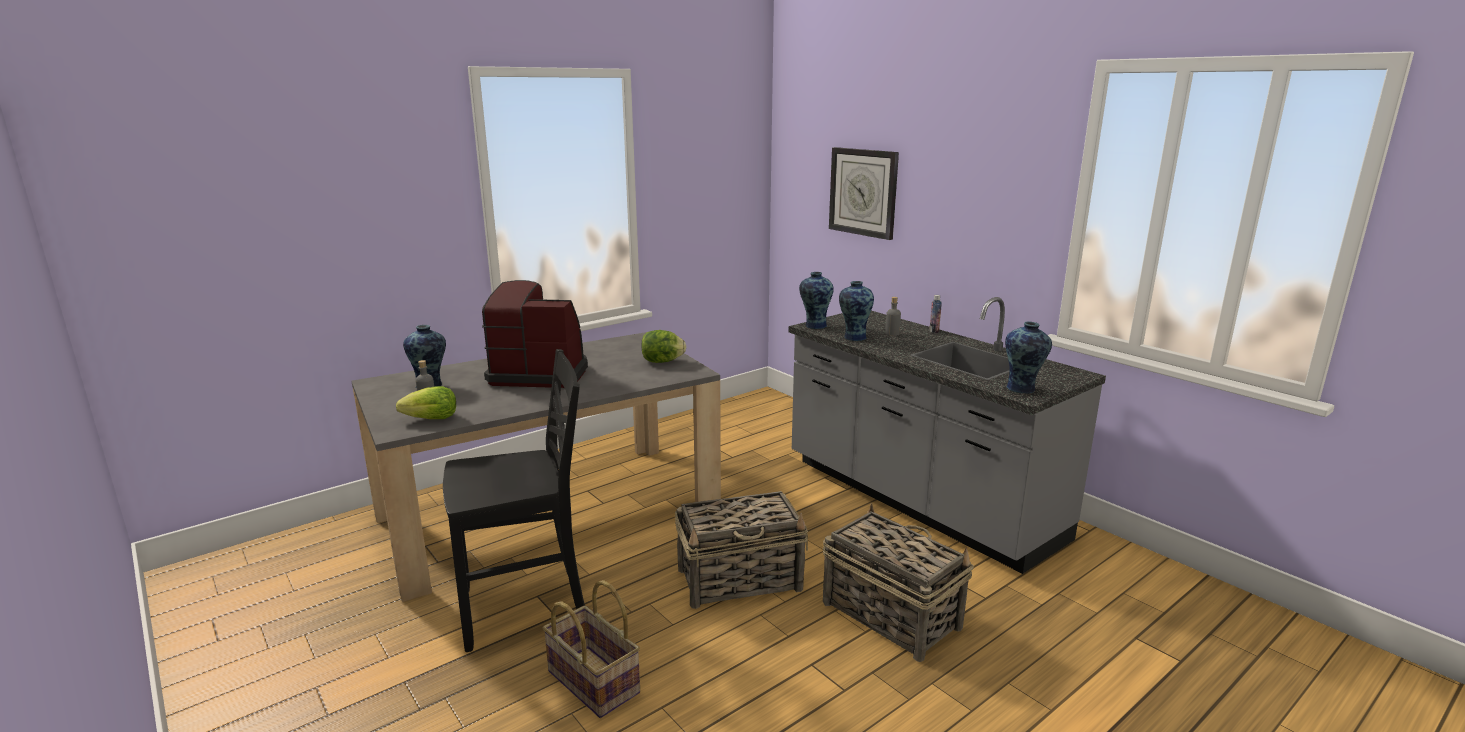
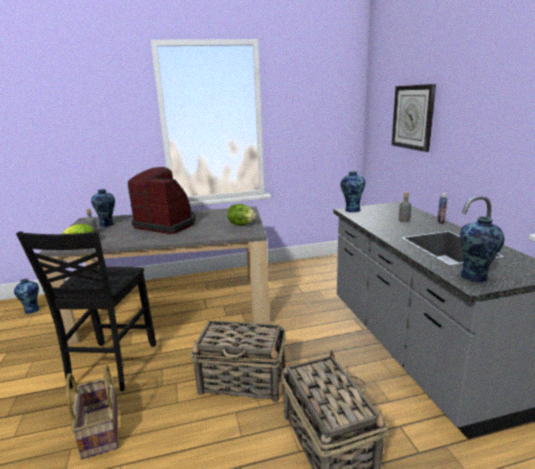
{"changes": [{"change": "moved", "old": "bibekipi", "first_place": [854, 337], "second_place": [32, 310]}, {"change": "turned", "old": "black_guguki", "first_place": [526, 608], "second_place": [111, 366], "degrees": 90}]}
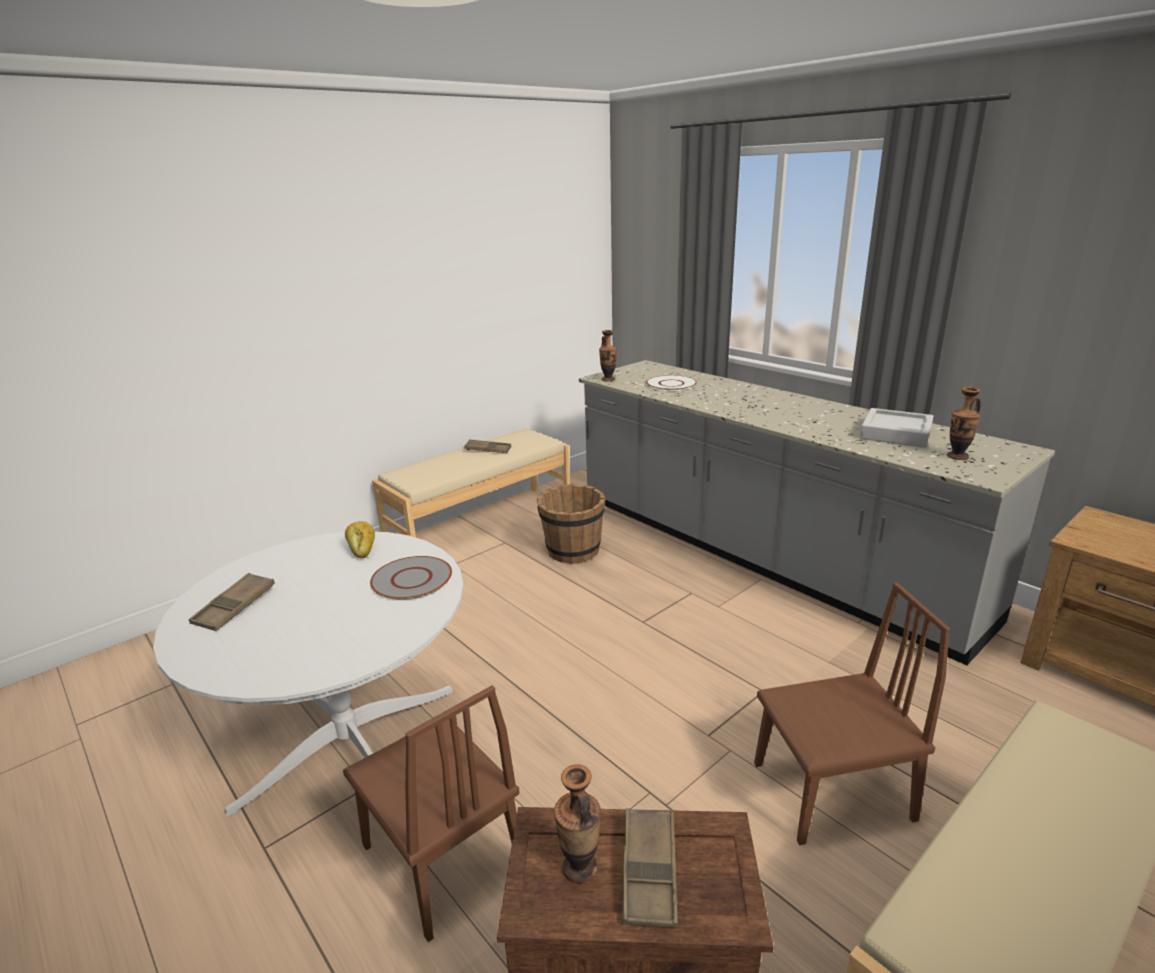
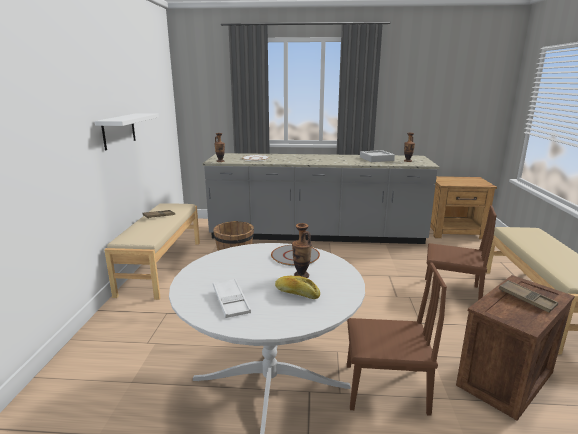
{"changes": [{"change": "added", "new": "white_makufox", "second_place": [119, 131]}, {"change": "moved", "old": "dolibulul", "first_place": [362, 546], "second_place": [297, 293]}, {"change": "moved", "old": "bibekipi", "first_place": [579, 868], "second_place": [301, 275]}, {"change": "recoloured", "old": "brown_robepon", "new": "white_robepon", "first_place": [235, 606], "second_place": [231, 301]}, {"change": "turned", "old": "brown_guguki", "first_place": [831, 791], "second_place": [451, 292], "degrees": 75}]}
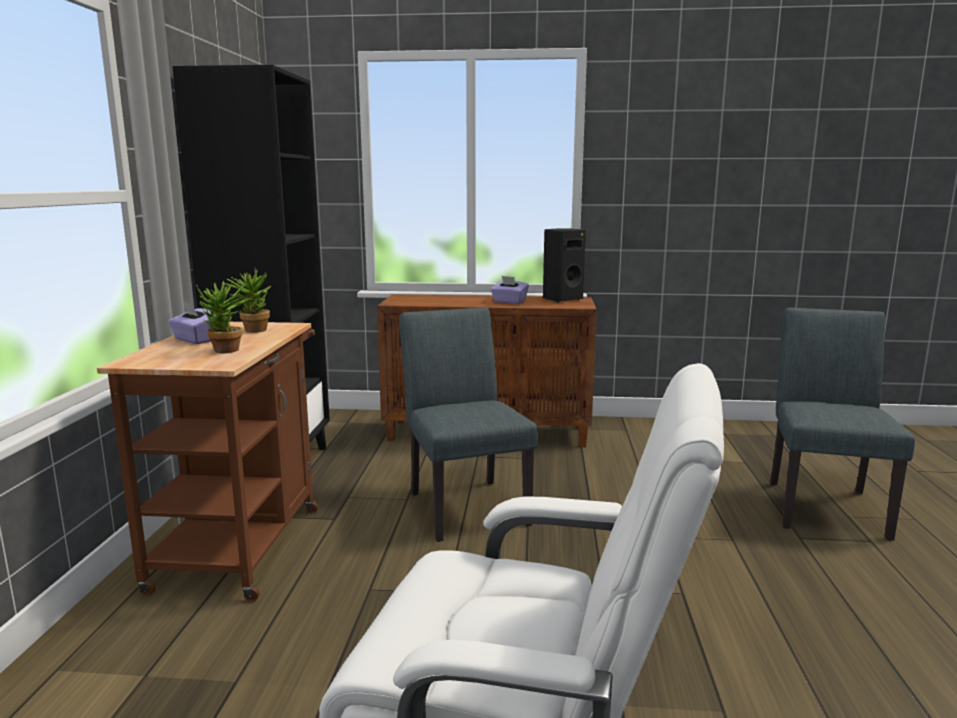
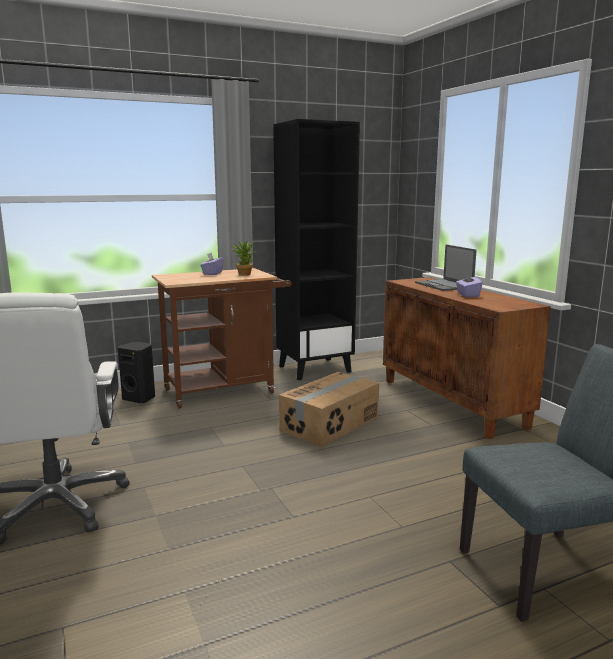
{"changes": [{"change": "removed", "old": "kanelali", "first_place": [225, 351]}, {"change": "added", "new": "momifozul", "second_place": [444, 285]}, {"change": "moved", "old": "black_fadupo", "first_place": [561, 299], "second_place": [140, 398]}, {"change": "replaced", "old": "grey_guguki", "new": "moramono", "first_place": [464, 504], "second_place": [330, 424]}]}
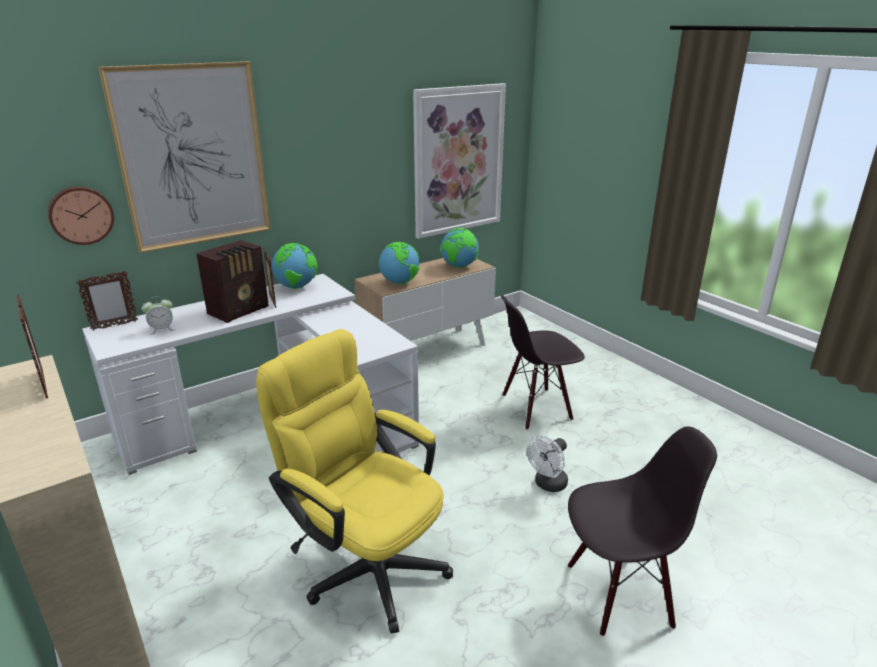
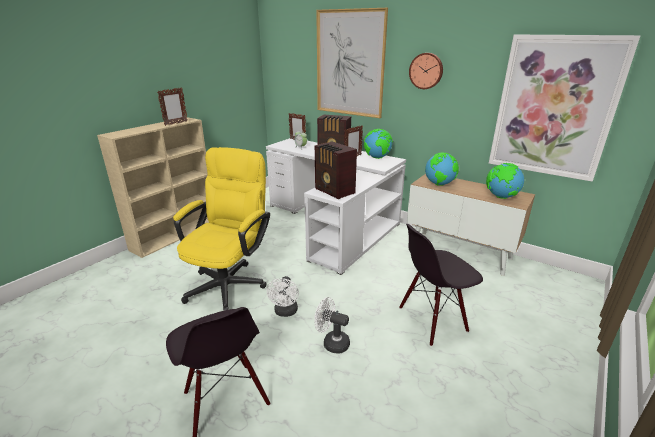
{"changes": [{"change": "added", "new": "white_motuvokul", "second_place": [285, 312]}, {"change": "added", "new": "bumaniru", "second_place": [334, 191]}, {"change": "moved", "old": "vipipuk", "first_place": [81, 215], "second_place": [426, 71]}, {"change": "turned", "old": "black_guguki", "first_place": [536, 408], "second_place": [432, 320], "degrees": -75}]}
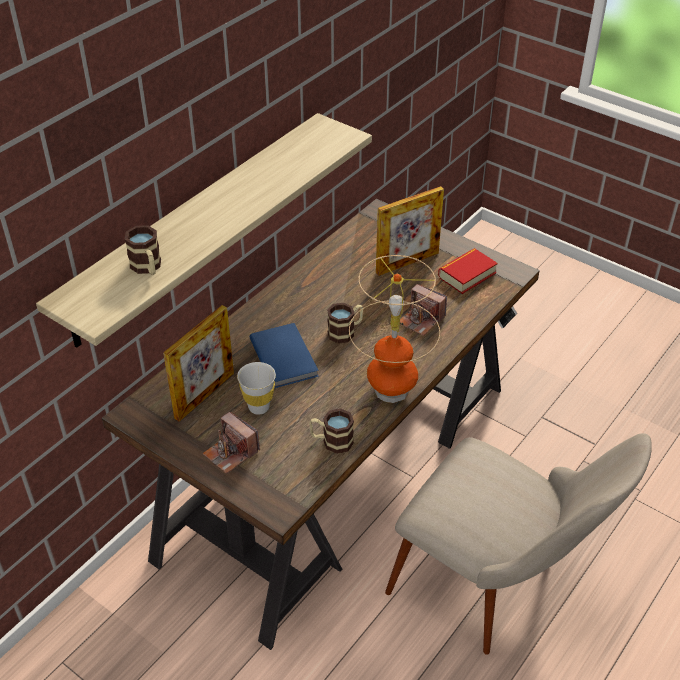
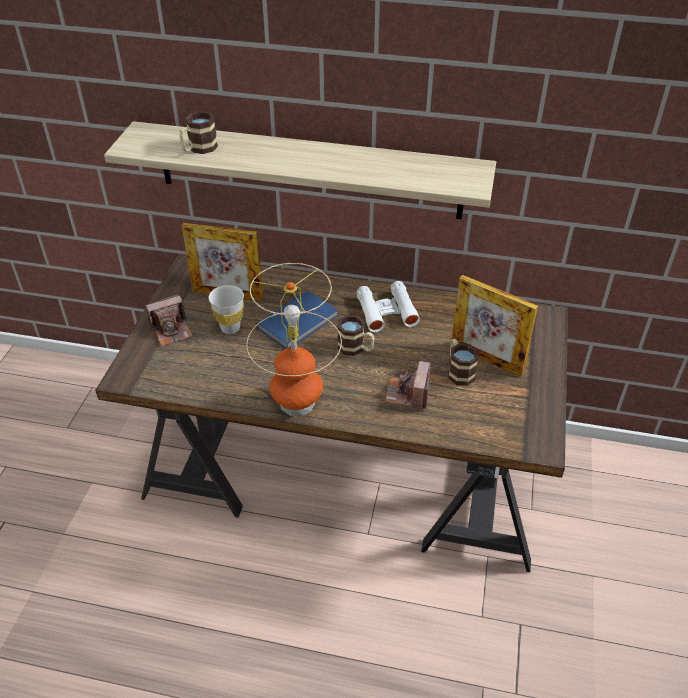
{"changes": [{"change": "removed", "old": "beige_guguki", "first_place": [496, 589]}, {"change": "removed", "old": "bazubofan", "first_place": [467, 275]}, {"change": "added", "new": "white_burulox", "second_place": [386, 312]}, {"change": "moved", "old": "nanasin", "first_place": [331, 441], "second_place": [458, 371]}, {"change": "turned", "old": "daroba", "first_place": [231, 453], "second_place": [172, 330], "degrees": -135}]}
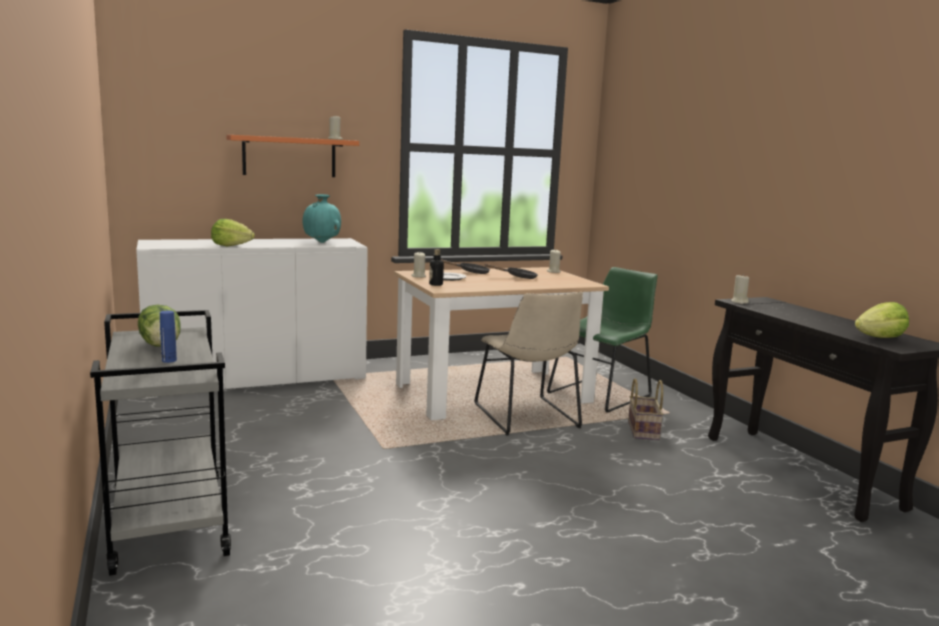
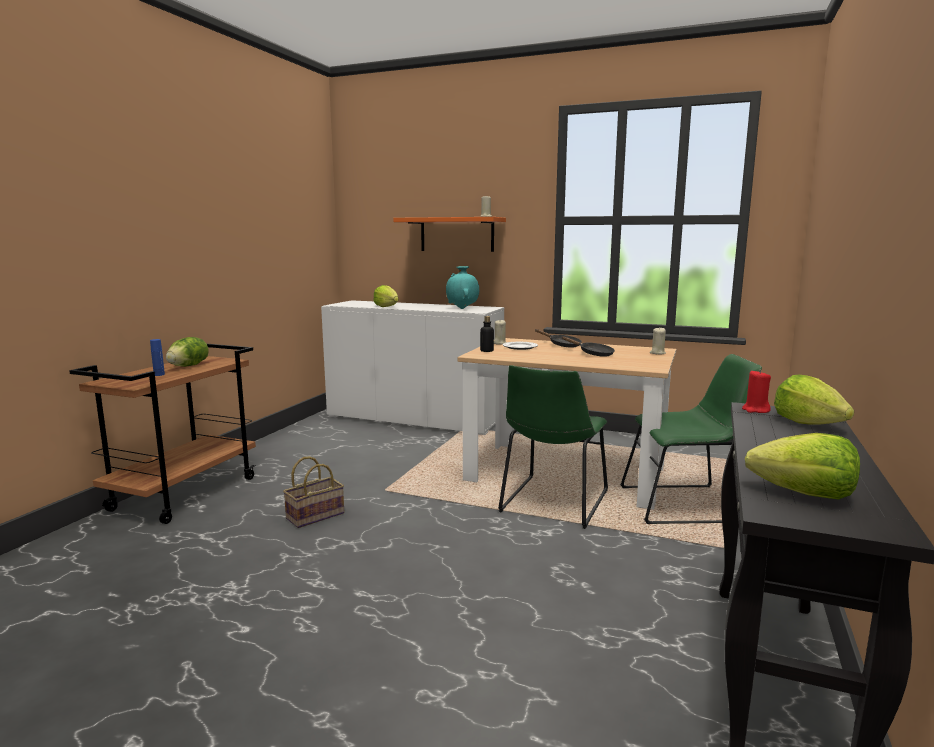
{"changes": [{"change": "added", "new": "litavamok", "second_place": [808, 423]}, {"change": "moved", "old": "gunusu", "first_place": [642, 430], "second_place": [316, 515]}, {"change": "recoloured", "old": "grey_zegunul", "new": "brown_zegunul", "first_place": [168, 523], "second_place": [185, 493]}, {"change": "recoloured", "old": "beige_guguki", "new": "green_guguki", "first_place": [527, 417], "second_place": [553, 503]}, {"change": "recoloured", "old": "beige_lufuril", "new": "red_lufuril", "first_place": [739, 302], "second_place": [755, 410]}]}
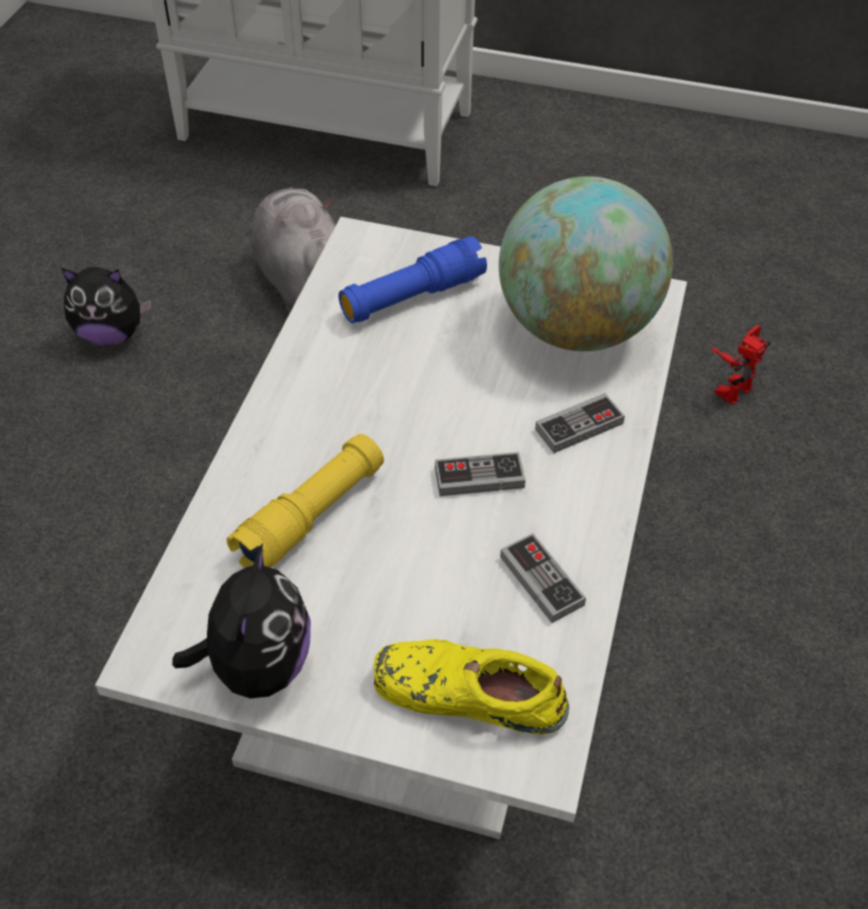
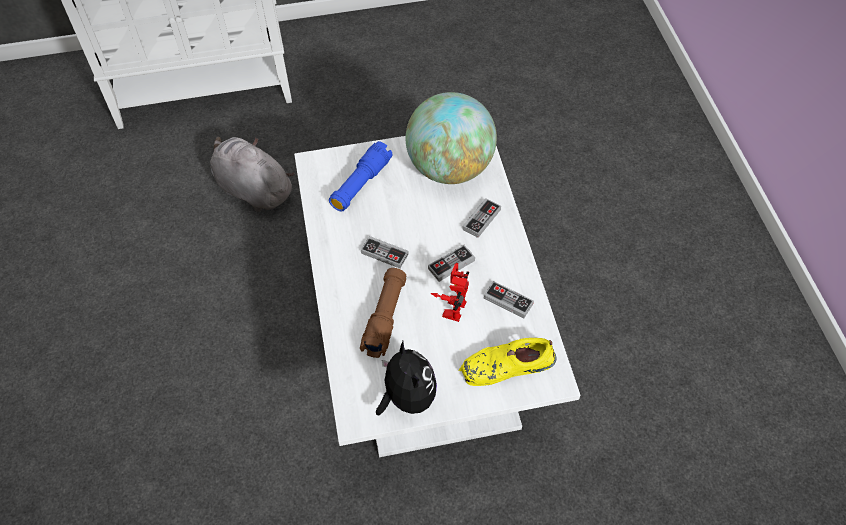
{"changes": [{"change": "removed", "old": "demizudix", "first_place": [111, 334]}, {"change": "added", "new": "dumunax", "second_place": [384, 254]}, {"change": "moved", "old": "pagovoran", "first_place": [731, 386], "second_place": [451, 306]}, {"change": "recoloured", "old": "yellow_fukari", "new": "brown_fukari", "first_place": [311, 516], "second_place": [385, 318]}]}
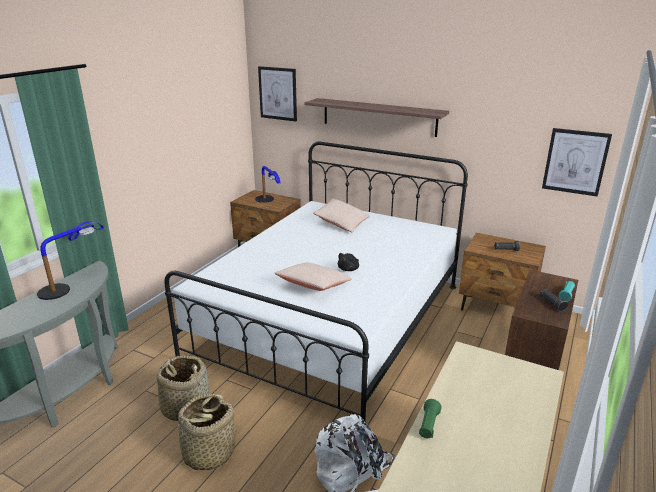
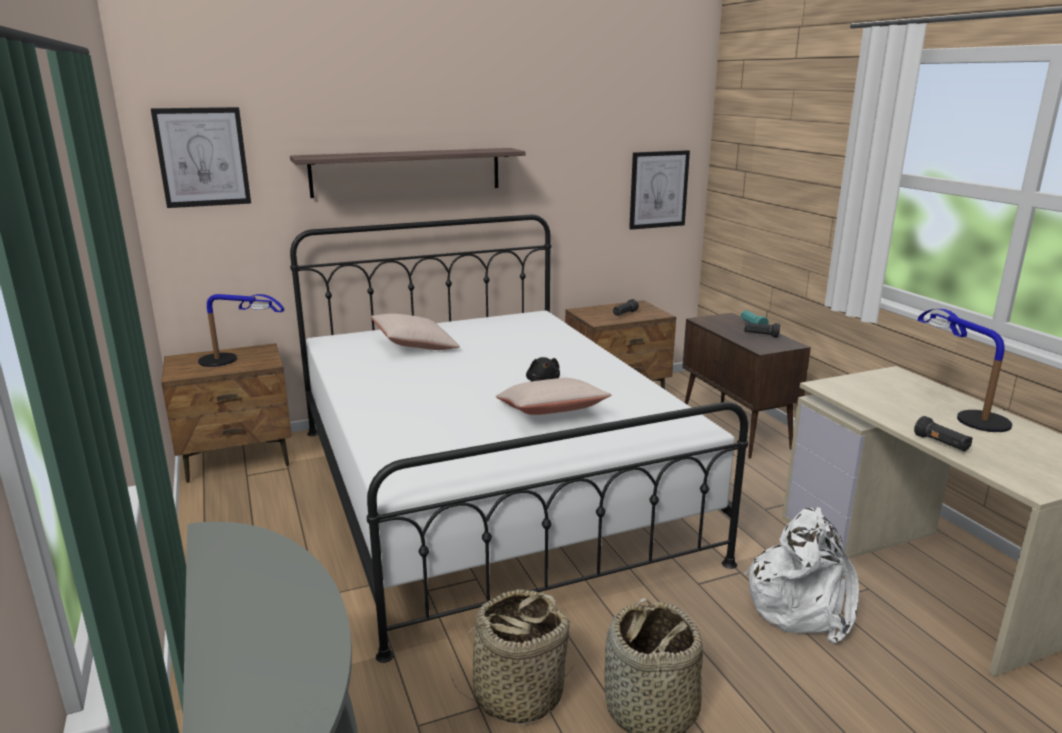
{"changes": [{"change": "moved", "old": "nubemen", "first_place": [69, 285], "second_place": [963, 411]}, {"change": "recoloured", "old": "green_fukari", "new": "black_fukari", "first_place": [428, 425], "second_place": [941, 444]}]}
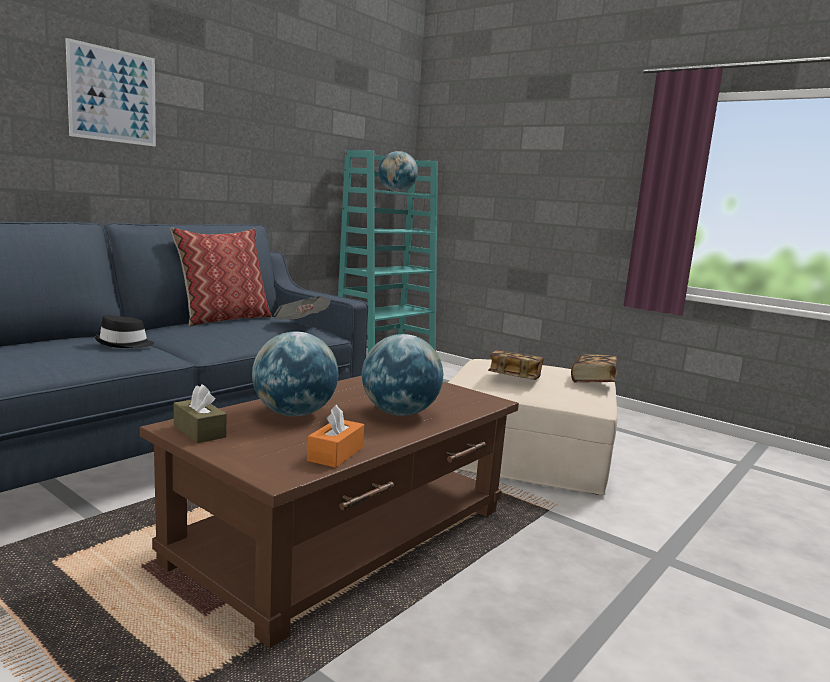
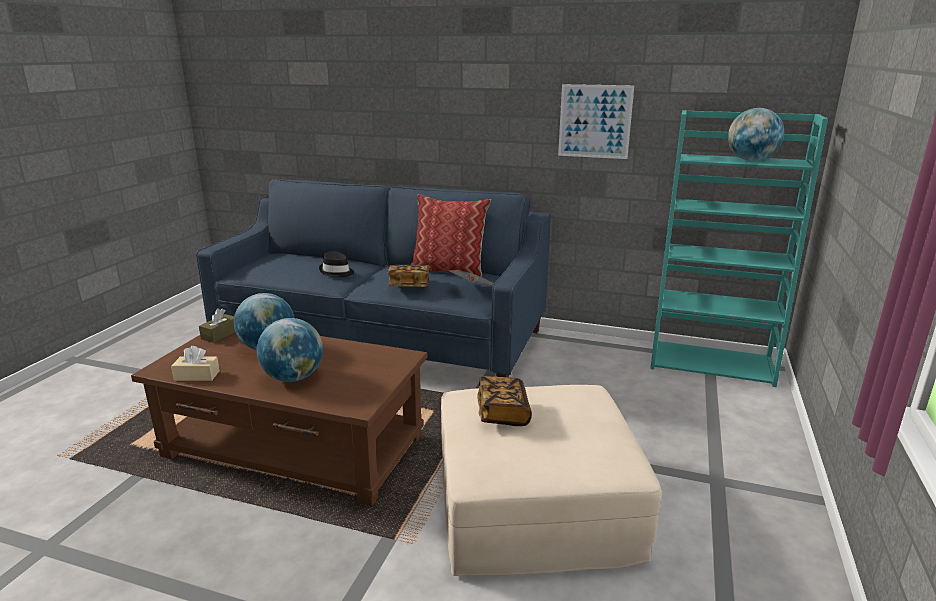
{"changes": [{"change": "moved", "old": "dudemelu", "first_place": [113, 95], "second_place": [594, 121]}, {"change": "moved", "old": "bazubofan", "first_place": [592, 381], "second_place": [409, 285]}, {"change": "recoloured", "old": "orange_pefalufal", "new": "beige_pefalufal", "first_place": [335, 454], "second_place": [197, 375]}]}
